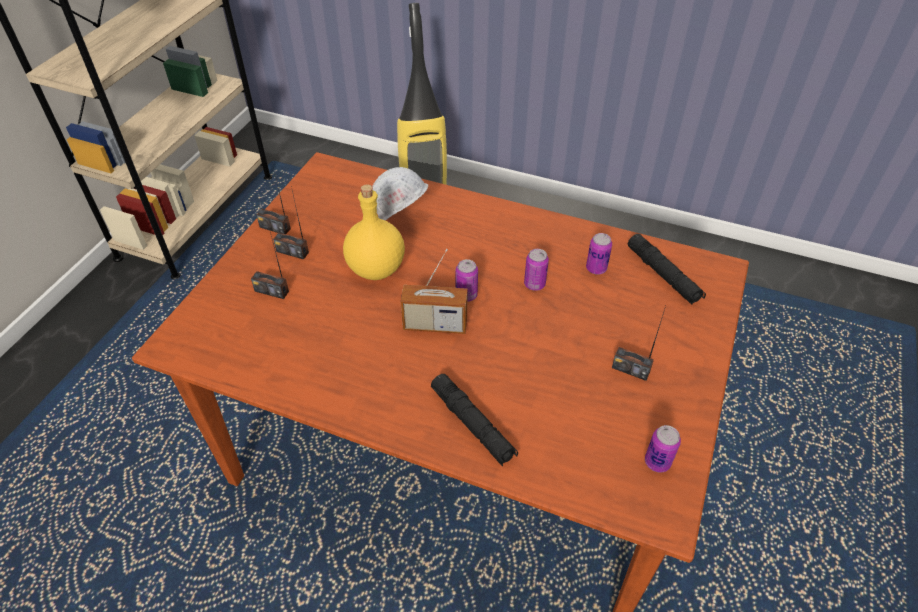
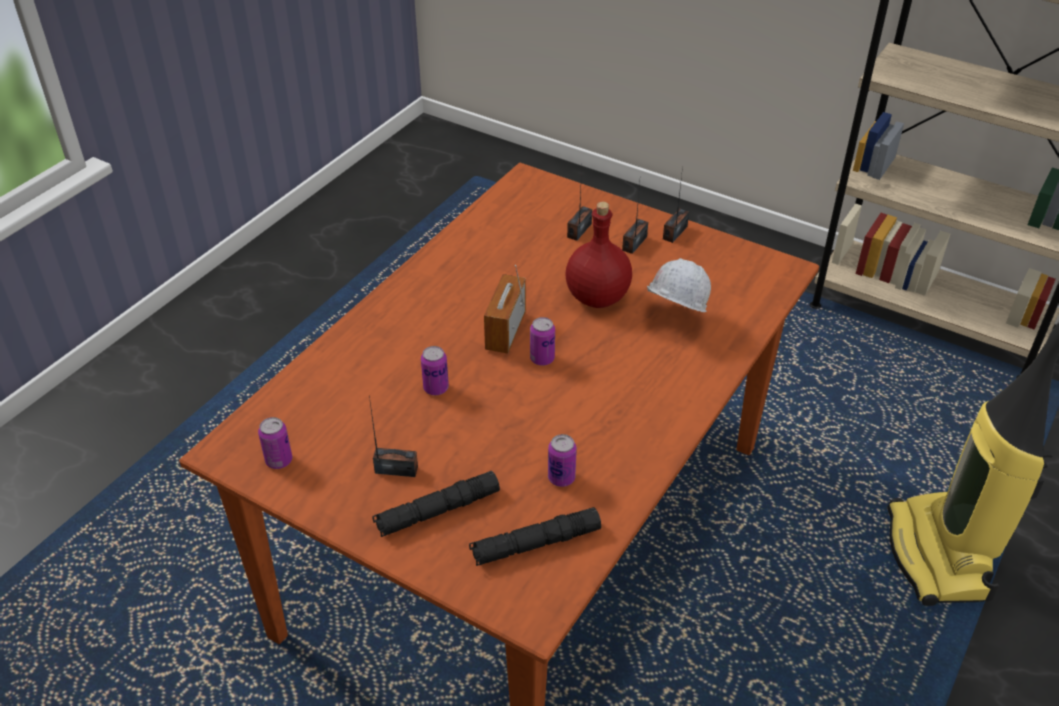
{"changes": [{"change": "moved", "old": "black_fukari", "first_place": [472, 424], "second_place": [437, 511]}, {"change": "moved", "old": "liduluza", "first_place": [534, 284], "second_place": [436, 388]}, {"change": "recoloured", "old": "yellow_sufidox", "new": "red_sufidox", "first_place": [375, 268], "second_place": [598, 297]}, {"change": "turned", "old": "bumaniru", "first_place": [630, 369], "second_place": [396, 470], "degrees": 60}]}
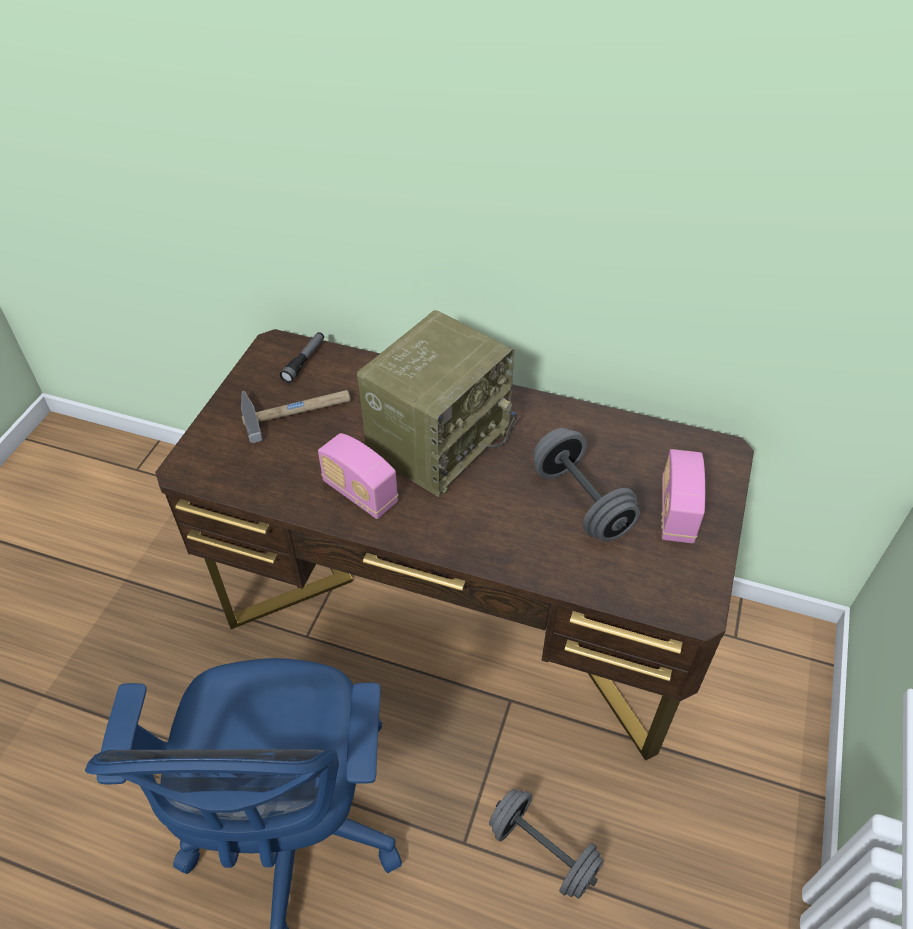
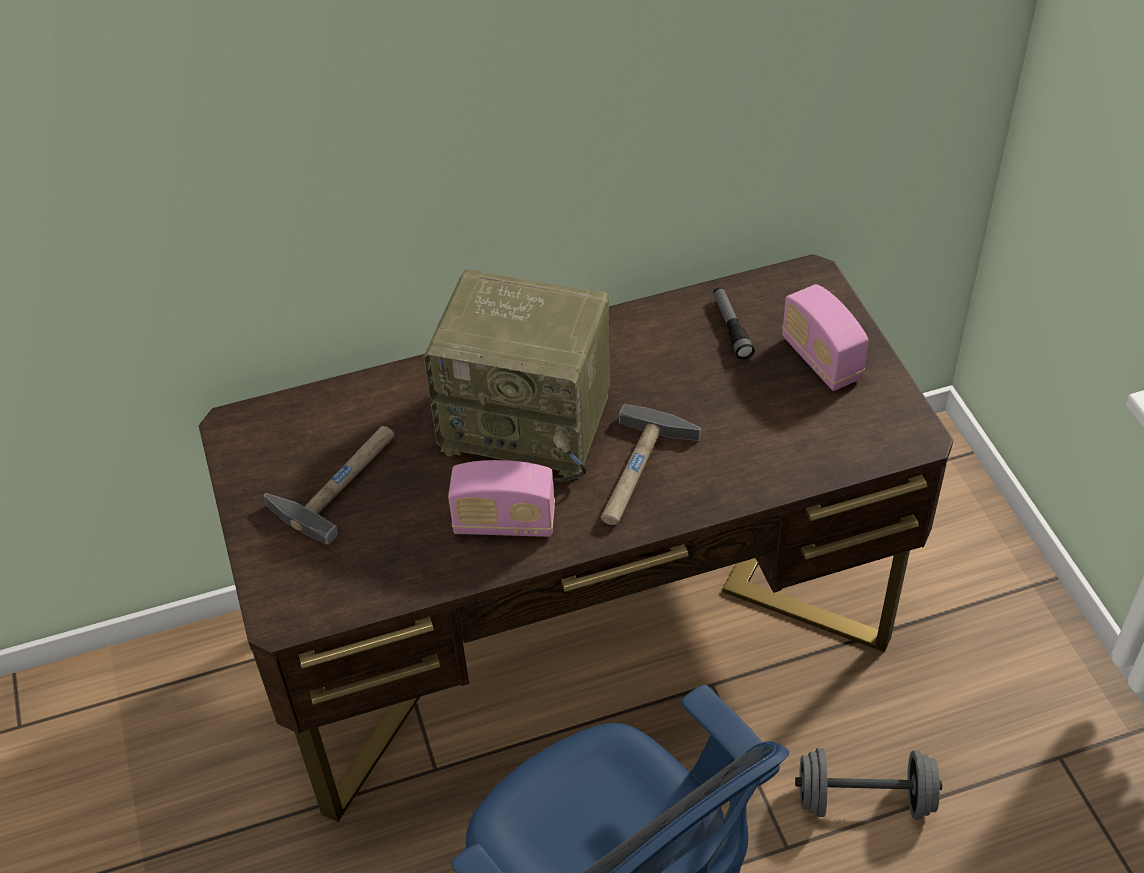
{"changes": [{"change": "removed", "old": "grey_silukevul", "first_place": [581, 502]}, {"change": "added", "new": "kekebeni", "second_place": [639, 473]}, {"change": "moved", "old": "fukari", "first_place": [304, 361], "second_place": [731, 328]}, {"change": "turned", "old": "bumaniru", "first_place": [439, 439], "second_place": [529, 422], "degrees": 105}]}
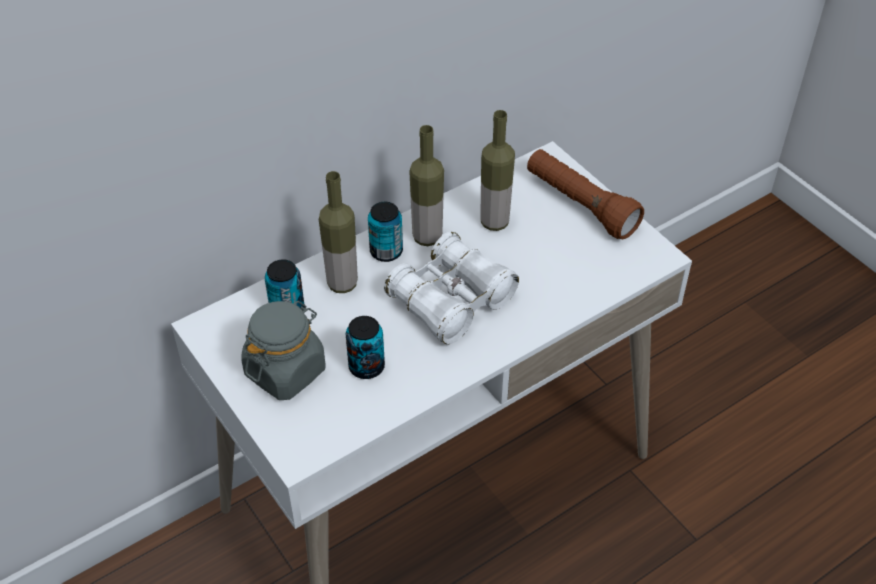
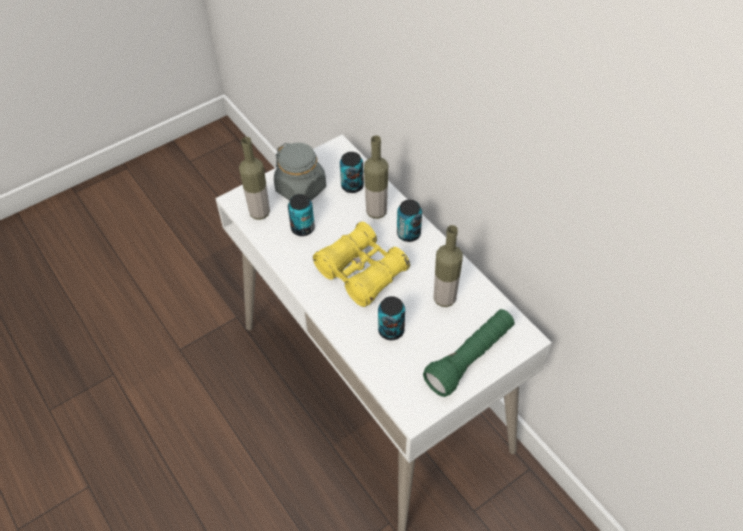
{"changes": [{"change": "added", "new": "liduluza", "second_place": [391, 330]}, {"change": "moved", "old": "sufidox", "first_place": [427, 237], "second_place": [259, 213]}, {"change": "recoloured", "old": "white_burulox", "new": "yellow_burulox", "first_place": [451, 300], "second_place": [361, 272]}, {"change": "recoloured", "old": "brown_fukari", "new": "green_fukari", "first_place": [580, 205], "second_place": [470, 358]}]}
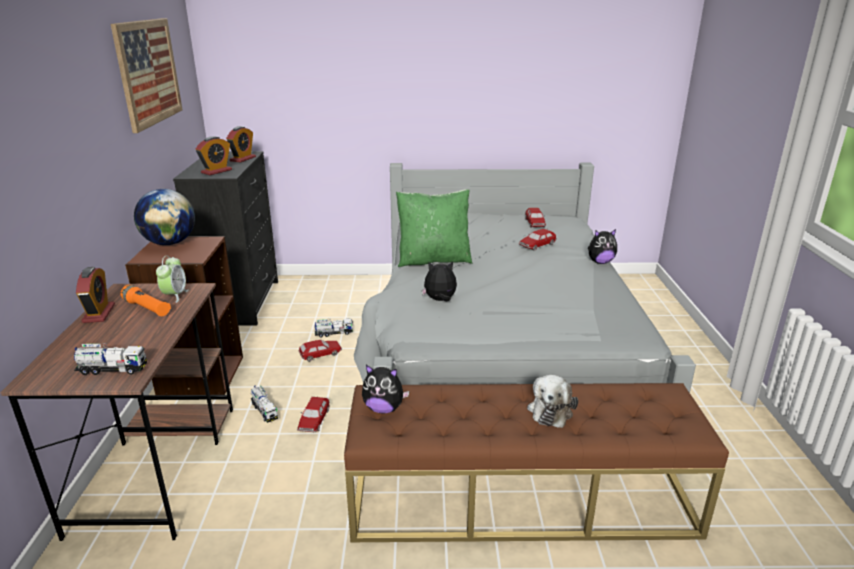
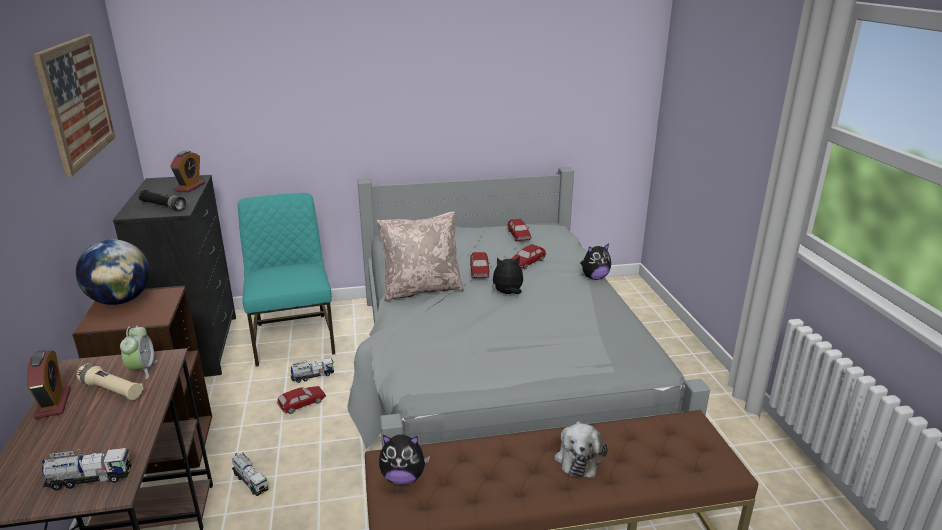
{"changes": [{"change": "added", "new": "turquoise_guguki", "second_place": [294, 338]}, {"change": "moved", "old": "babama", "first_place": [314, 420], "second_place": [479, 271]}, {"change": "moved", "old": "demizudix", "first_place": [440, 300], "second_place": [508, 293]}, {"change": "replaced", "old": "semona", "new": "black_fukari", "first_place": [216, 171], "second_place": [163, 206]}, {"change": "recoloured", "old": "orange_fukari", "new": "beige_fukari", "first_place": [147, 308], "second_place": [112, 390]}, {"change": "recoloured", "old": "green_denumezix", "new": "beige_denumezix", "first_place": [433, 260], "second_place": [421, 289]}]}
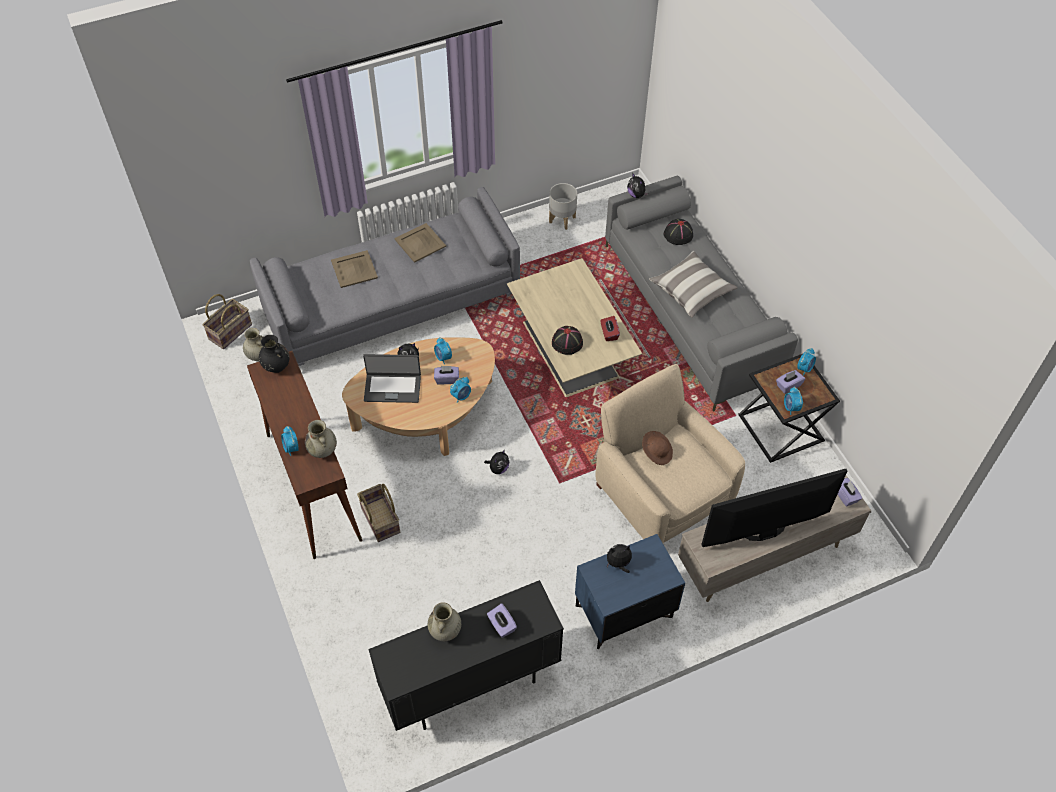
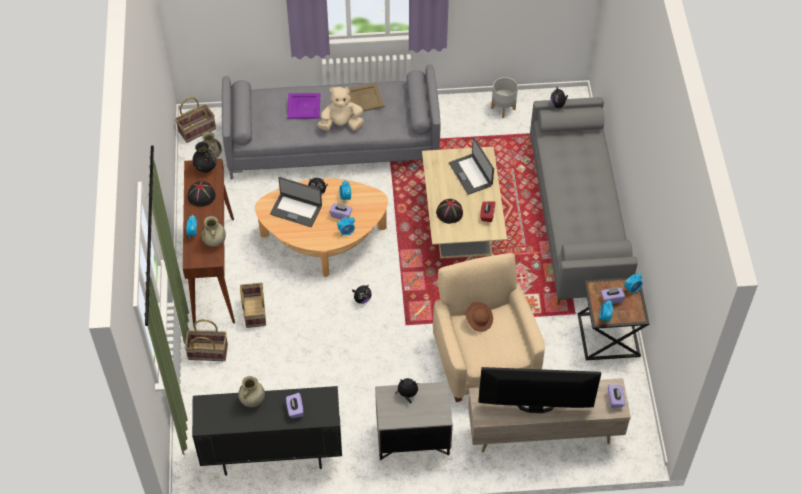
{"changes": [{"change": "removed", "old": "denumezix", "first_place": [691, 291]}, {"change": "added", "new": "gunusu", "second_place": [208, 351]}, {"change": "added", "new": "beige_demizudix", "second_place": [341, 124]}, {"change": "added", "new": "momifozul", "second_place": [471, 174]}, {"change": "moved", "old": "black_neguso", "first_place": [678, 235], "second_place": [201, 196]}, {"change": "recoloured", "old": "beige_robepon", "new": "purple_robepon", "first_place": [354, 269], "second_place": [303, 106]}, {"change": "recoloured", "old": "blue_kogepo", "new": "grey_kogepo", "first_place": [624, 612], "second_place": [412, 439]}]}
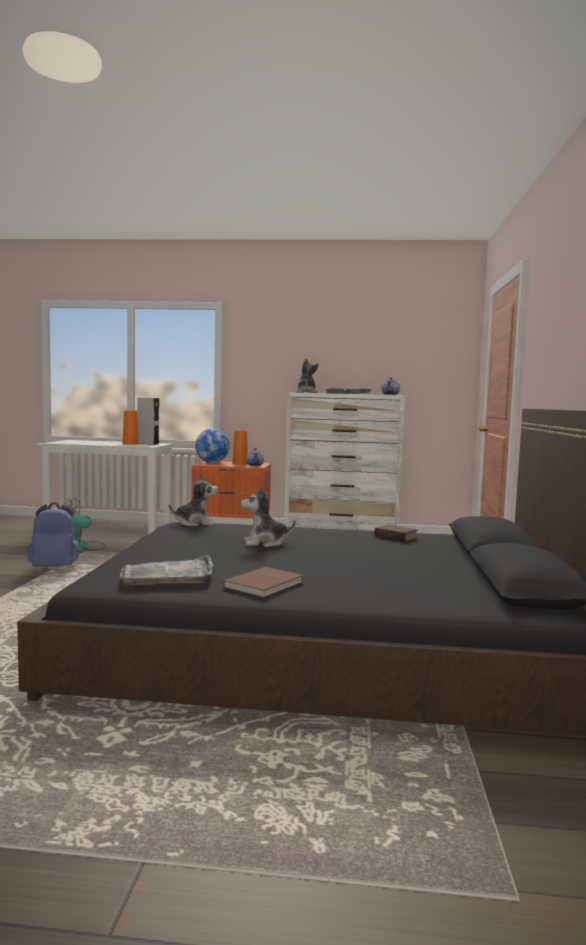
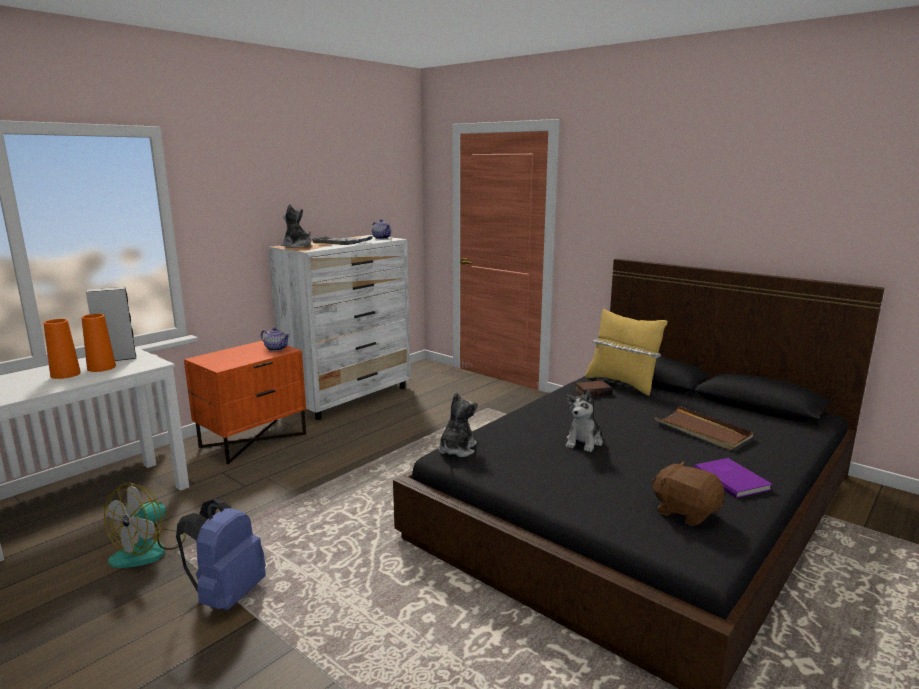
{"changes": [{"change": "removed", "old": "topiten", "first_place": [212, 462]}, {"change": "added", "new": "yellow_denumezix", "second_place": [622, 383]}, {"change": "added", "new": "brown_robepon", "second_place": [702, 431]}, {"change": "moved", "old": "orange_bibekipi", "first_place": [240, 464], "second_place": [65, 374]}, {"change": "replaced", "old": "grey_robepon", "new": "brown_demizudix", "first_place": [168, 575], "second_place": [685, 512]}, {"change": "recoloured", "old": "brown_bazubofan", "new": "purple_bazubofan", "first_place": [266, 584], "second_place": [732, 479]}]}
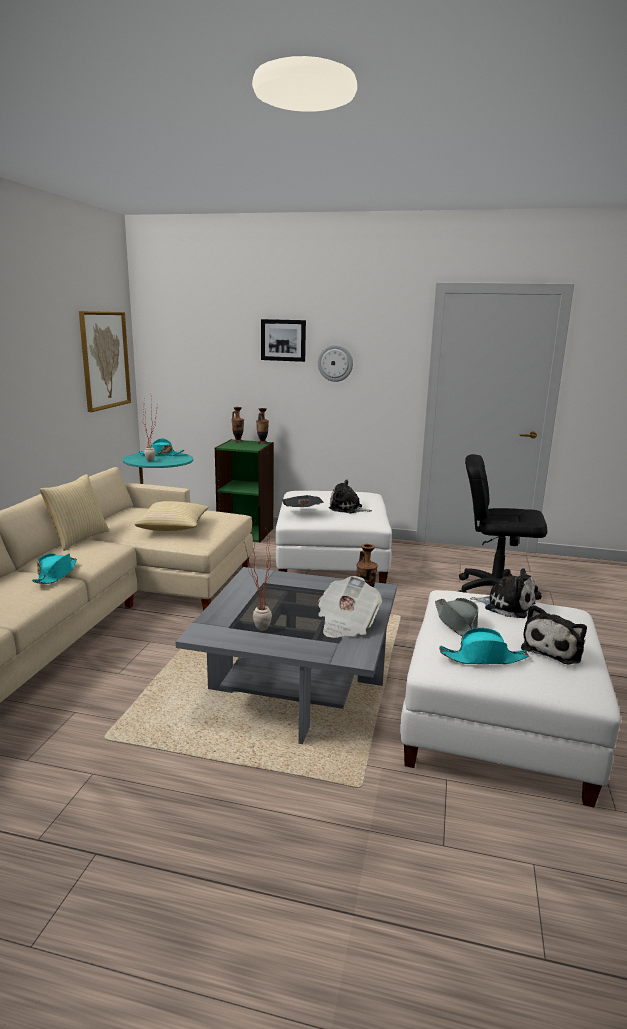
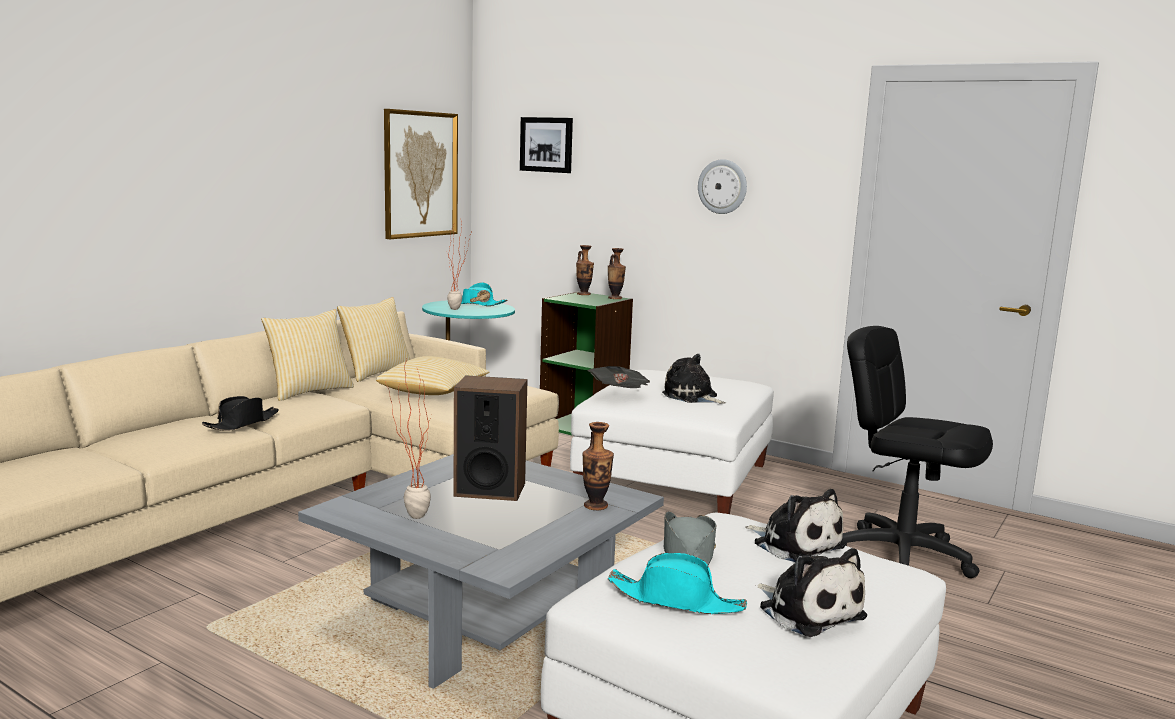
{"changes": [{"change": "removed", "old": "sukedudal", "first_place": [346, 623]}, {"change": "added", "new": "denumezix", "second_place": [375, 373]}, {"change": "added", "new": "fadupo", "second_place": [490, 489]}, {"change": "moved", "old": "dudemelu", "first_place": [283, 340], "second_place": [546, 144]}, {"change": "recoloured", "old": "turquoise_neguso", "new": "black_neguso", "first_place": [56, 574], "second_place": [242, 423]}, {"change": "turned", "old": "demizudix", "first_place": [554, 649], "second_place": [808, 611], "degrees": -90}]}
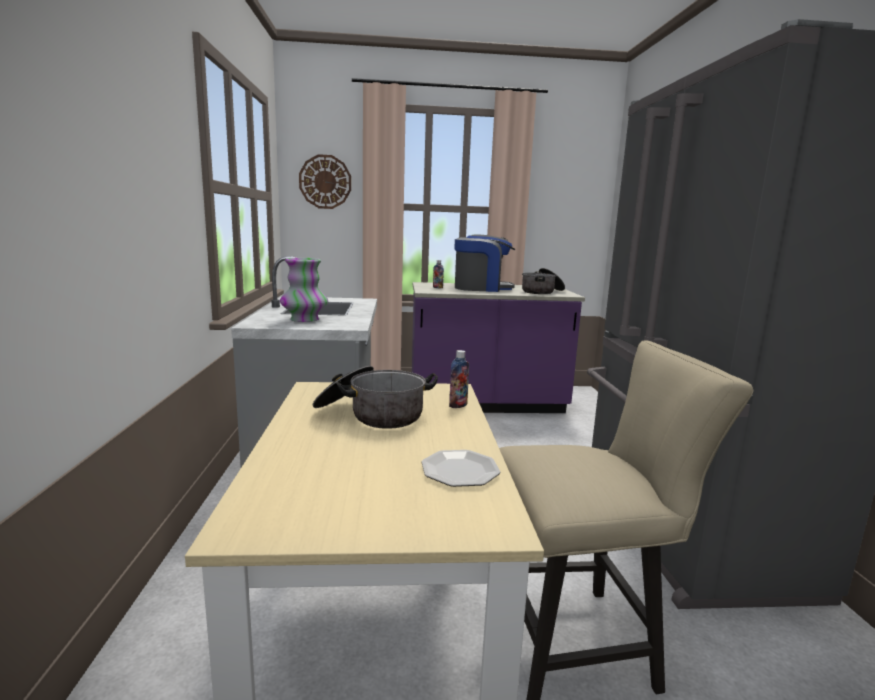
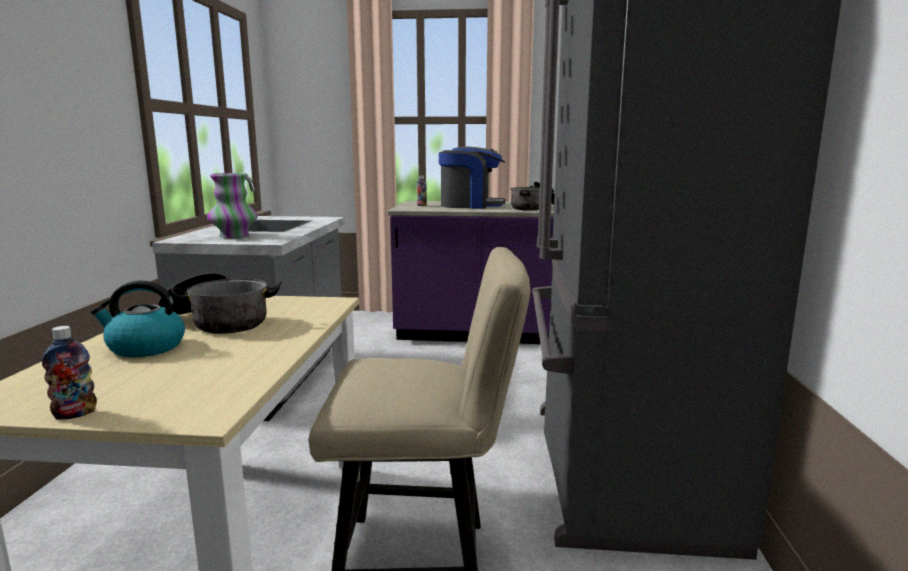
{"changes": [{"change": "removed", "old": "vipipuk", "first_place": [325, 182]}, {"change": "removed", "old": "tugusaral", "first_place": [460, 471]}, {"change": "added", "new": "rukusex", "second_place": [145, 347]}, {"change": "moved", "old": "sufidox", "first_place": [458, 405], "second_place": [75, 414]}]}
